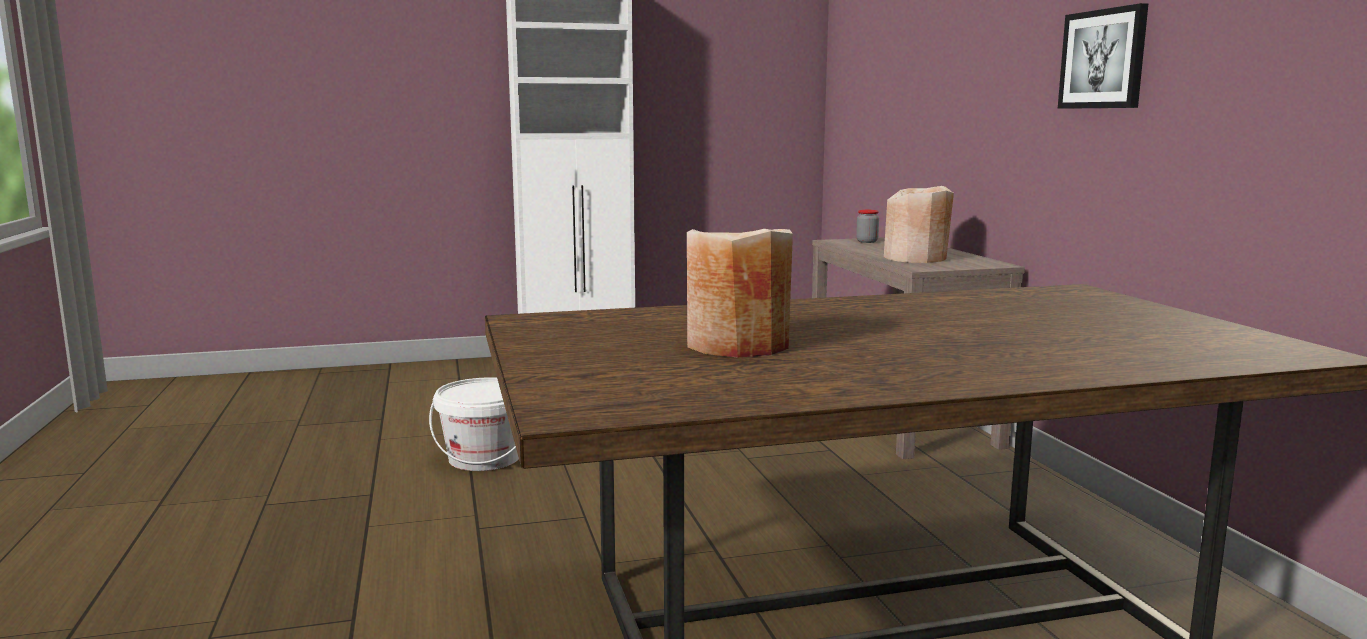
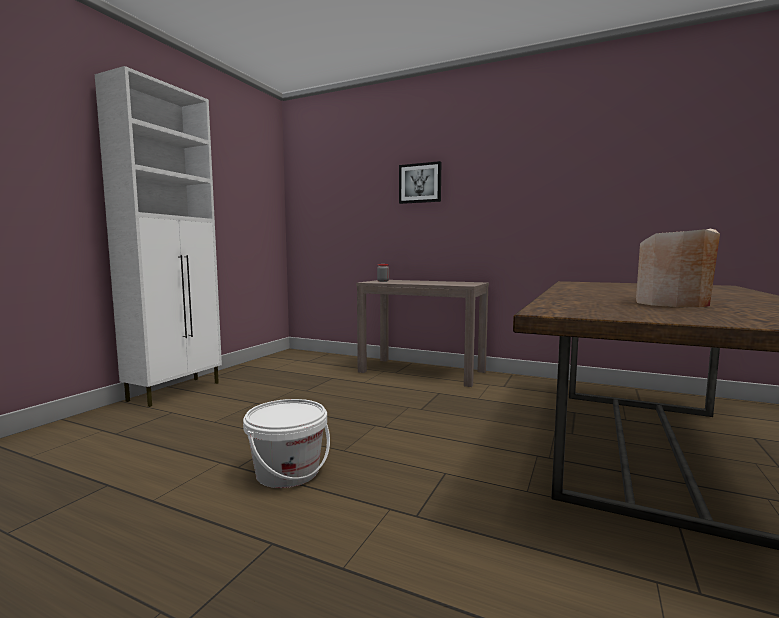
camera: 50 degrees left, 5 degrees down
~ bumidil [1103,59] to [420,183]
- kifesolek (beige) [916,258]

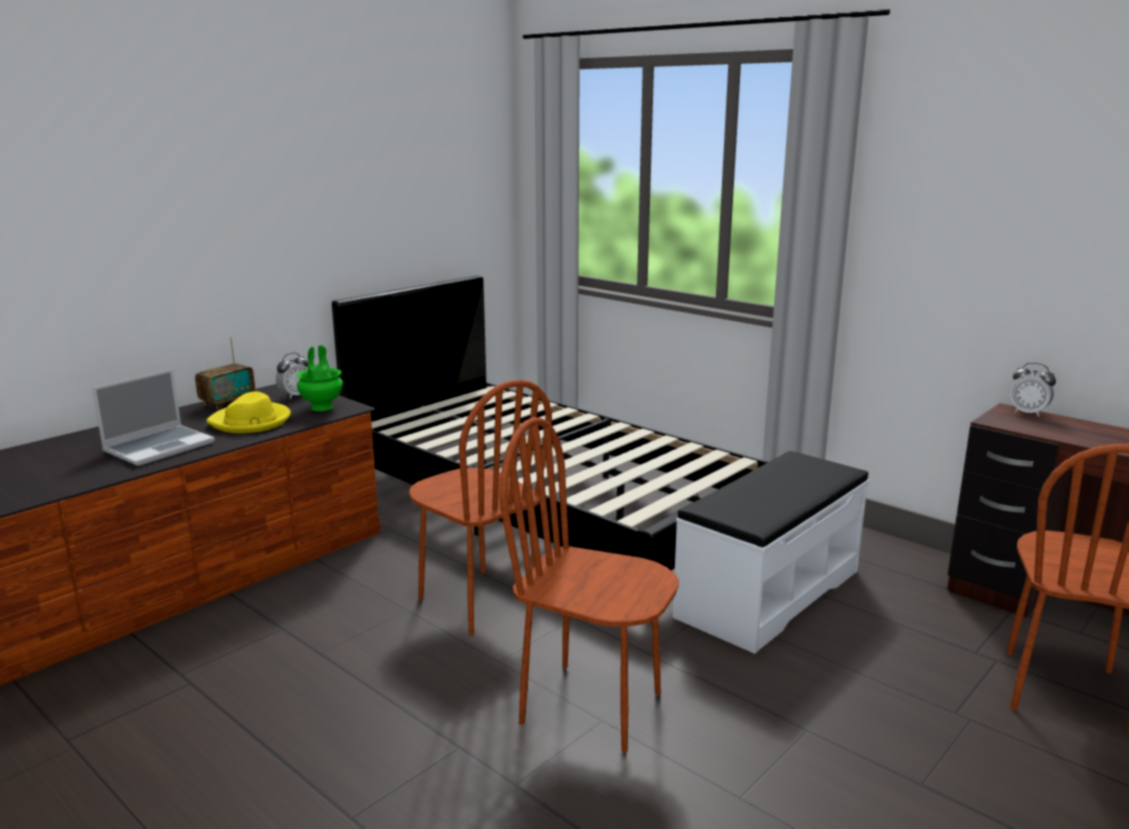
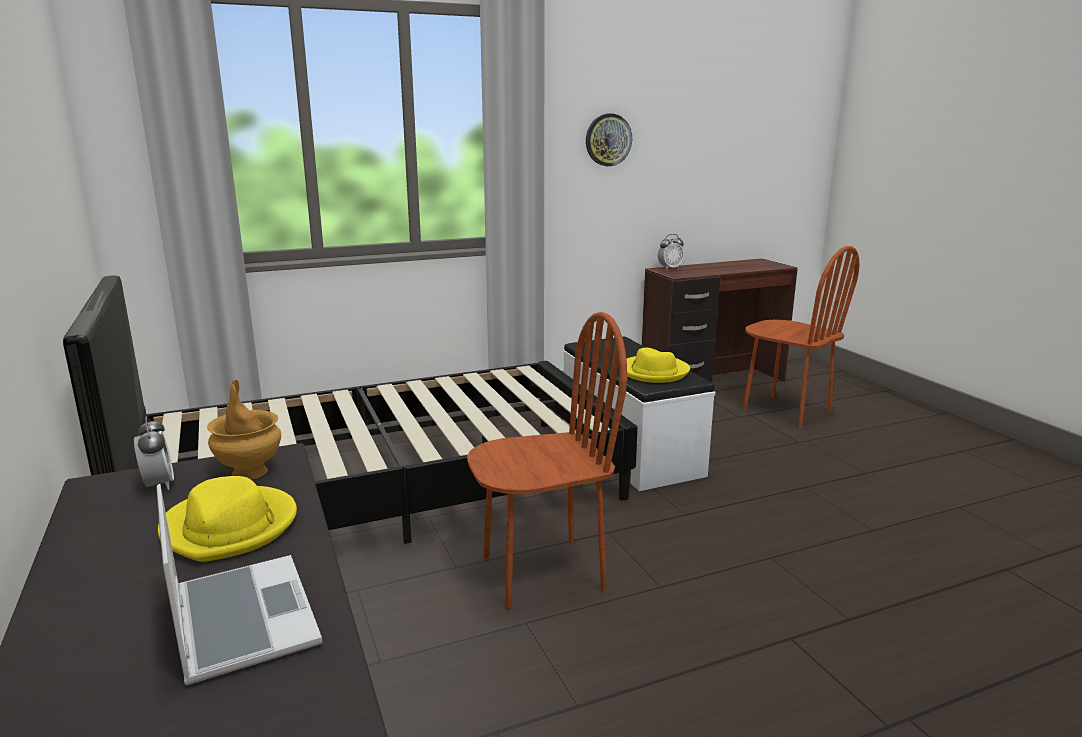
camera: 65 degrees left, 0 degrees up
~ kifesolek (green) [322,407] to kifesolek (brown) [249,472]
+ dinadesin [608,140]
+ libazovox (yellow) [653,372]
- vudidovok [227,402]
- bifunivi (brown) [591,706]

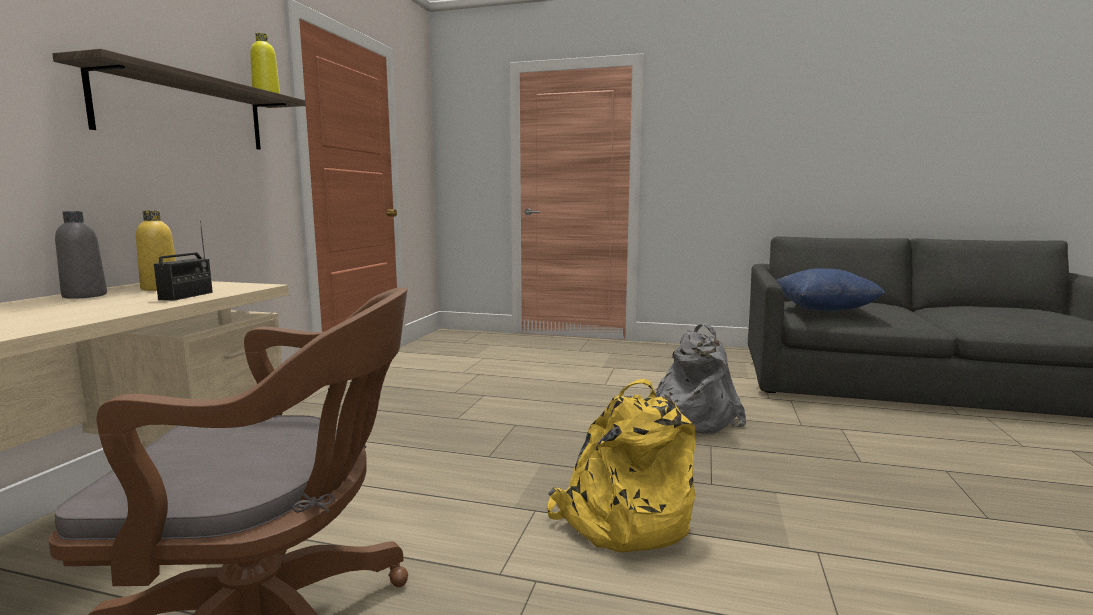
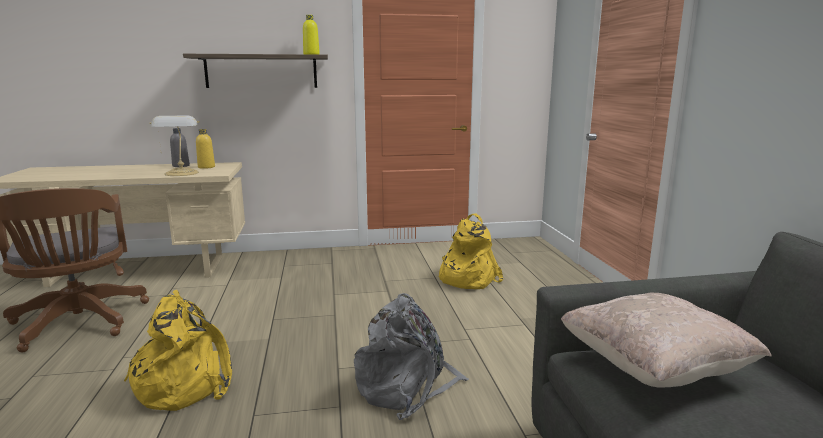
camera: 65 degrees right, 5 degrees up
~ vudidovok [186,296] to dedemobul [181,173]
+ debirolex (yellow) [466,278]
~ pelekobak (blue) [824,310] to pelekobak (beige) [652,369]

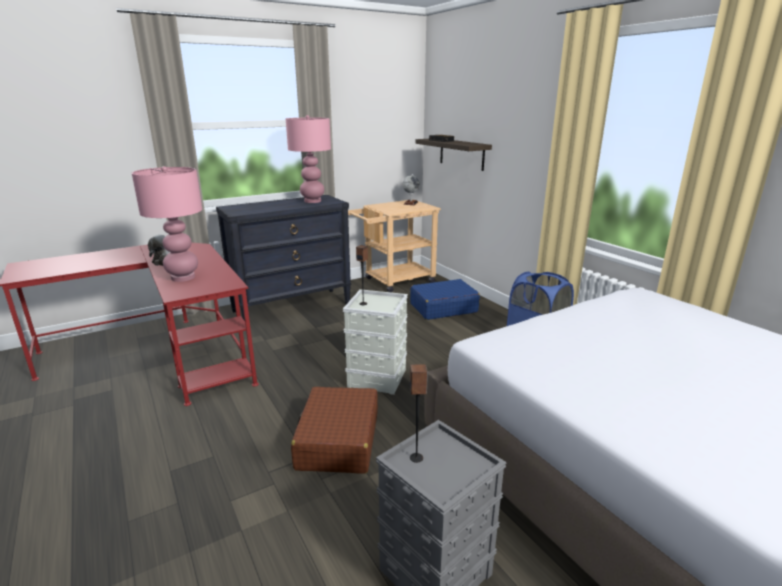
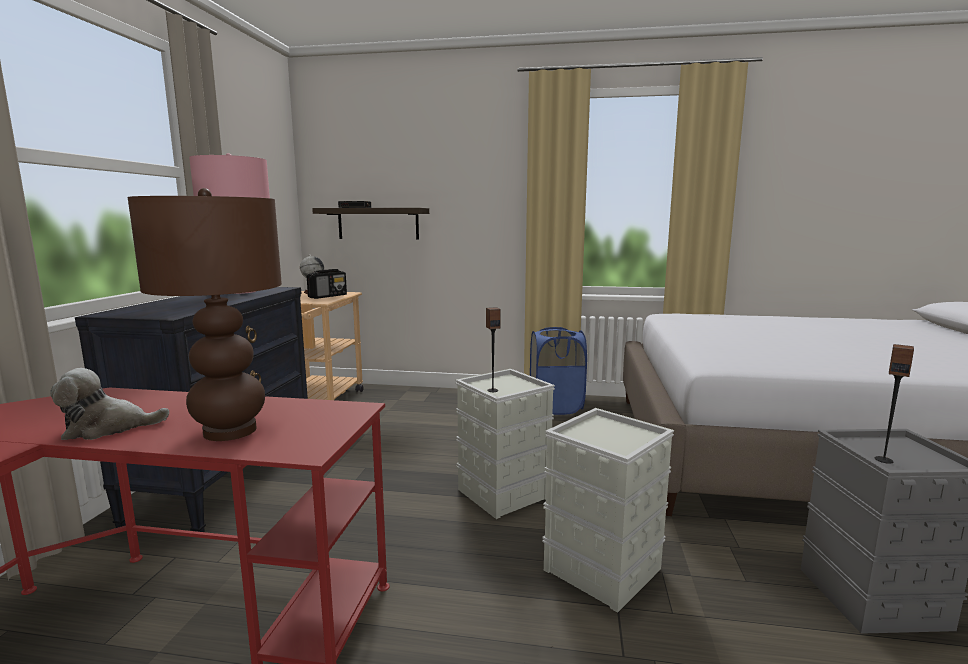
camera: 50 degrees left, 10 degrees down
~ dedemobul (pink) [182,278] to dedemobul (brown) [230,431]
+ vudidovok [328,296]
~ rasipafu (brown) [338,441] to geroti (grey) [604,569]
- rasipafu (blue) [443,308]

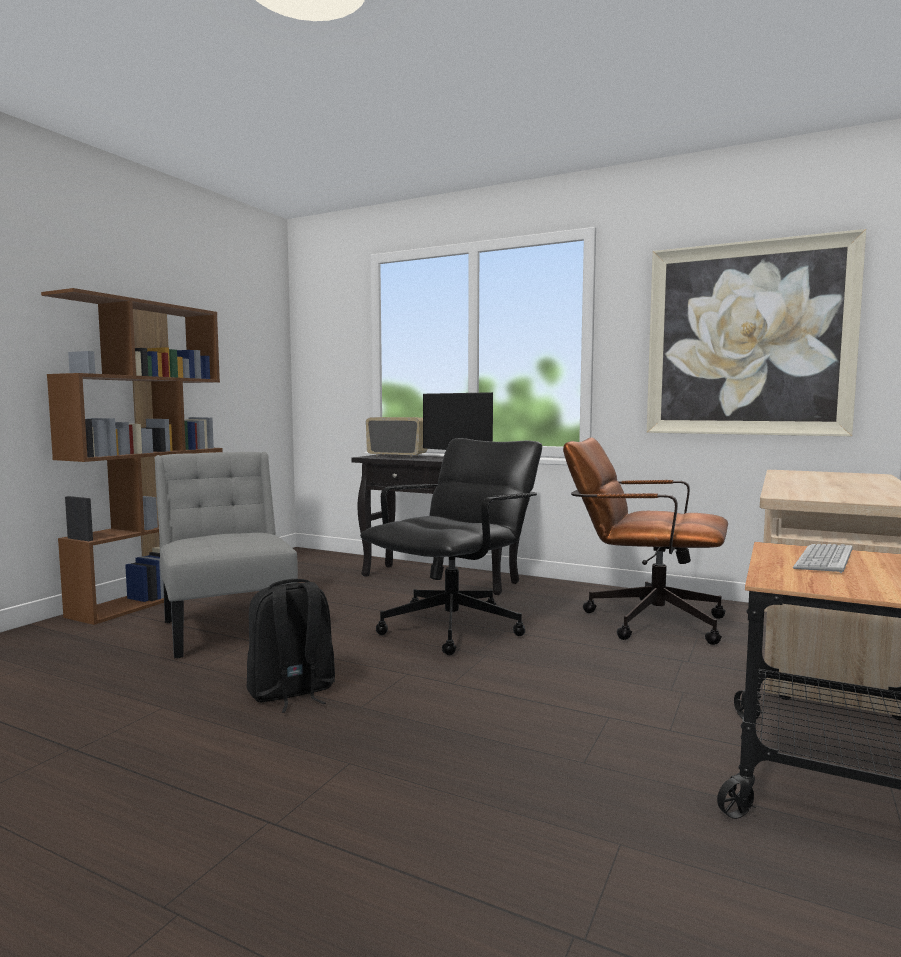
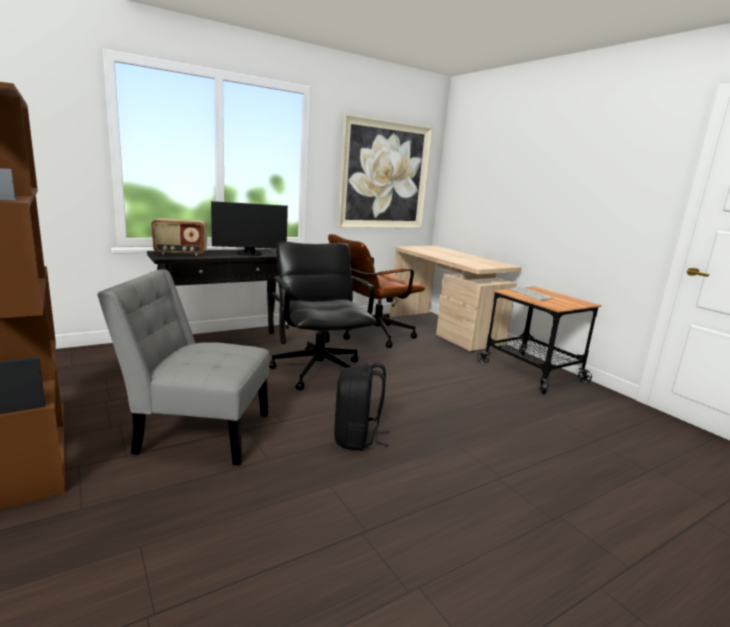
camera: 60 degrees left, 10 degrees up
~ vudidovok [397,456] = [180,253] 150 degrees counterclockwise

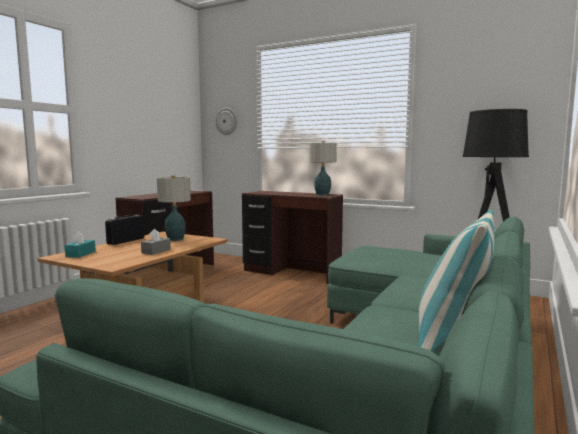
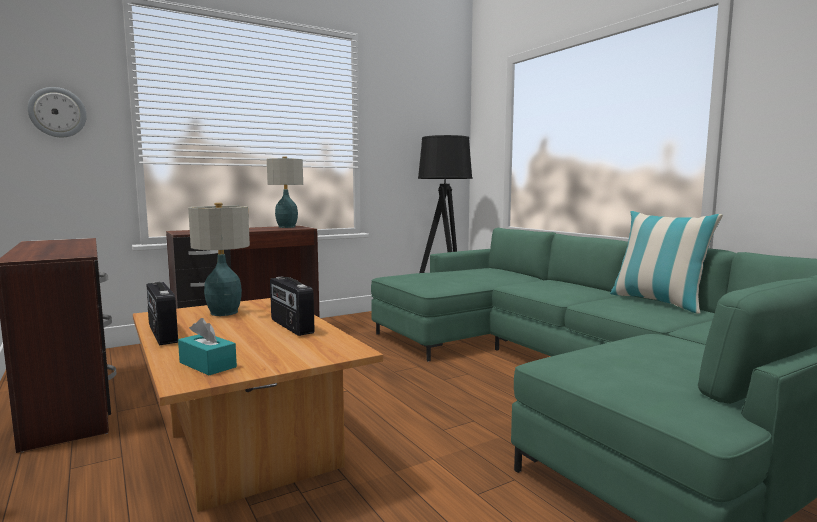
camera: 60 degrees left, 0 degrees up
~ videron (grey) [156,251] to vudidovok [290,326]

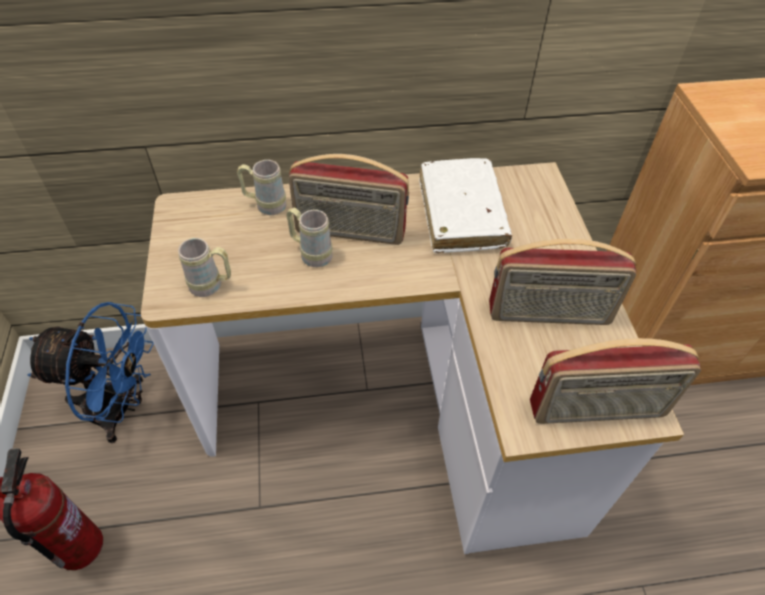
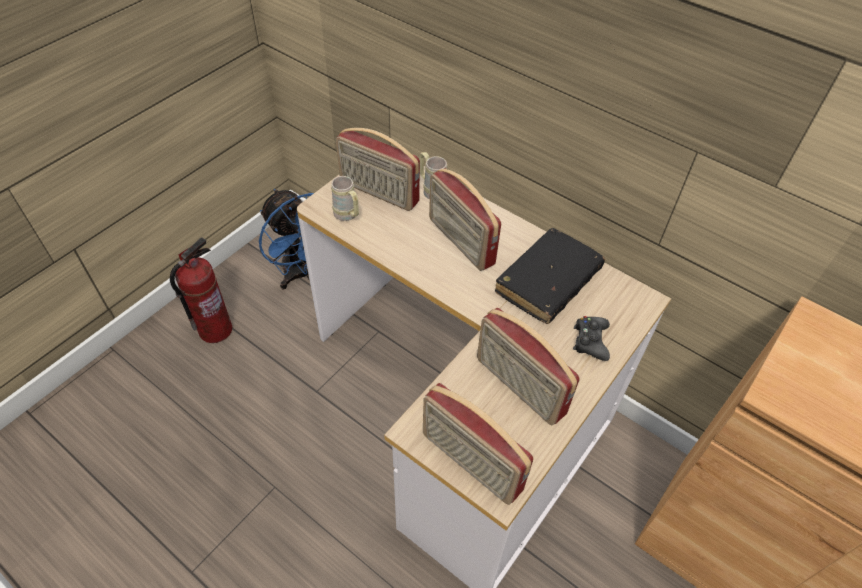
camera: 45 degrees right, 0 degrees up
+ vudidovok [378,193]
~ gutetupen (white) [461,214] to gutetupen (black) [548,282]
+ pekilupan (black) [590,341]
- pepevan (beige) [311,254]

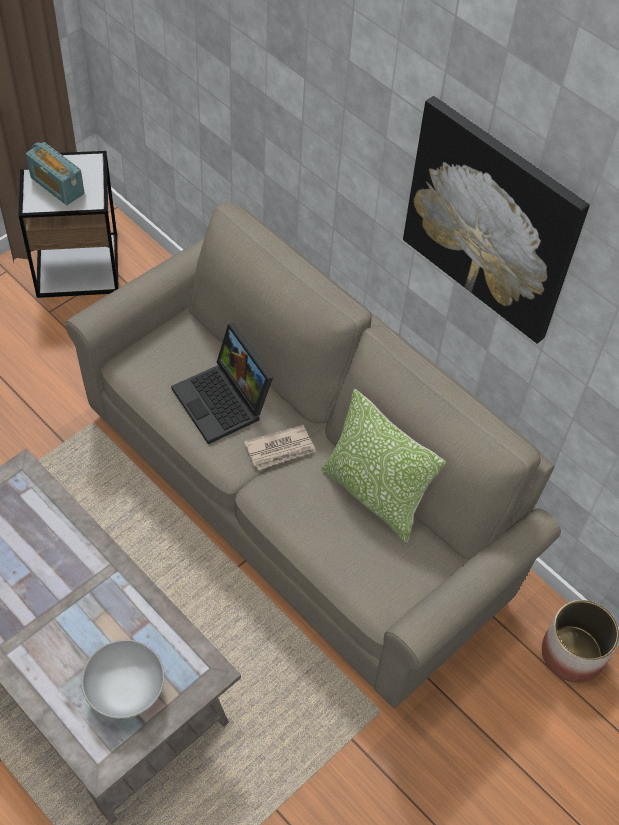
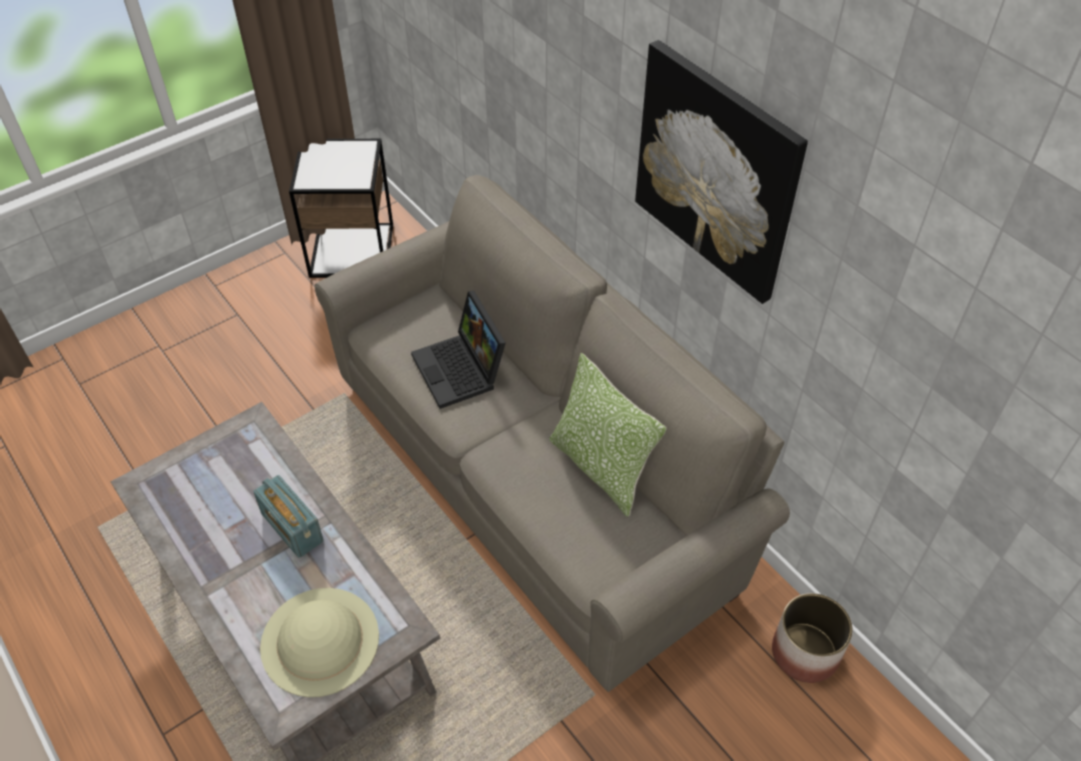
camera: 10 degrees right, 5 degrees down
~ vudidovok [57,186] to [292,527]
~ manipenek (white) [125,691] to libazovox (beige) [319,641]
- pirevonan [280,449]

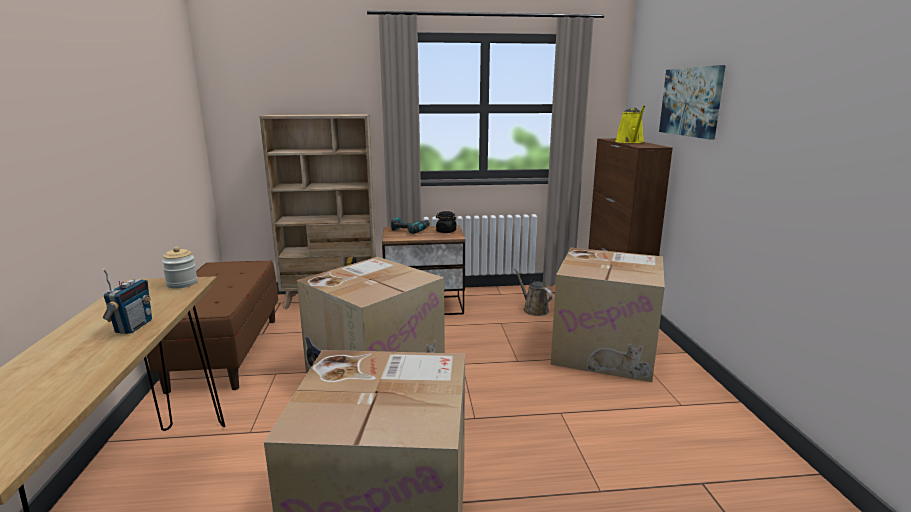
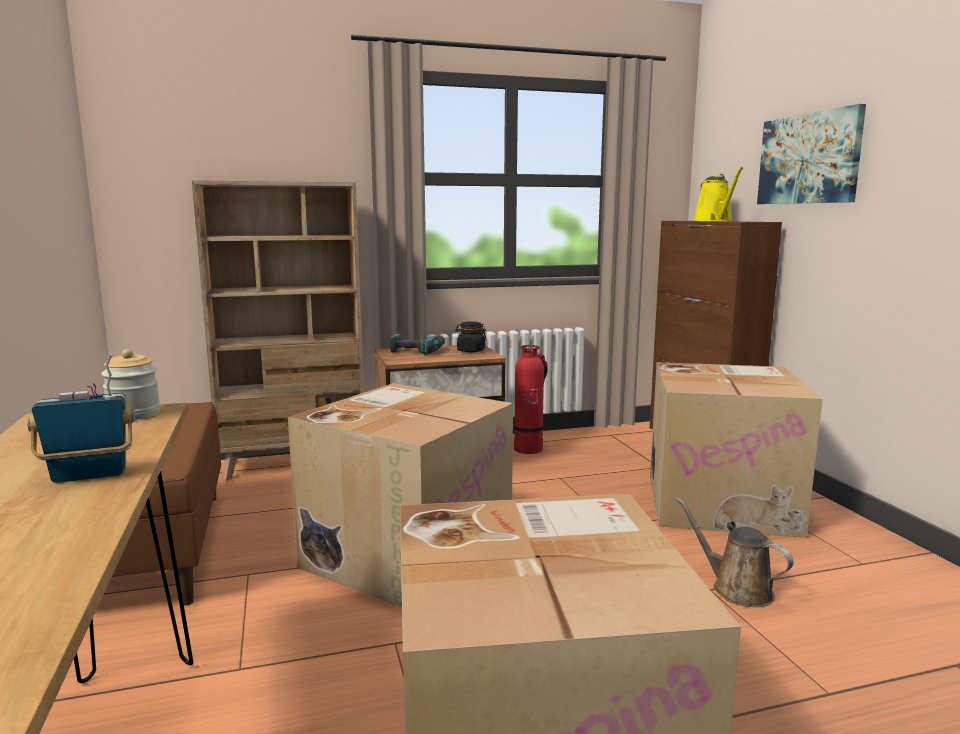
camera: 10 degrees left, 5 degrees down
~ vudidovok [133,327] = [90,475] 105 degrees counterclockwise
+ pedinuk [529,449]
~ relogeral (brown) [534,309] to [736,589]

